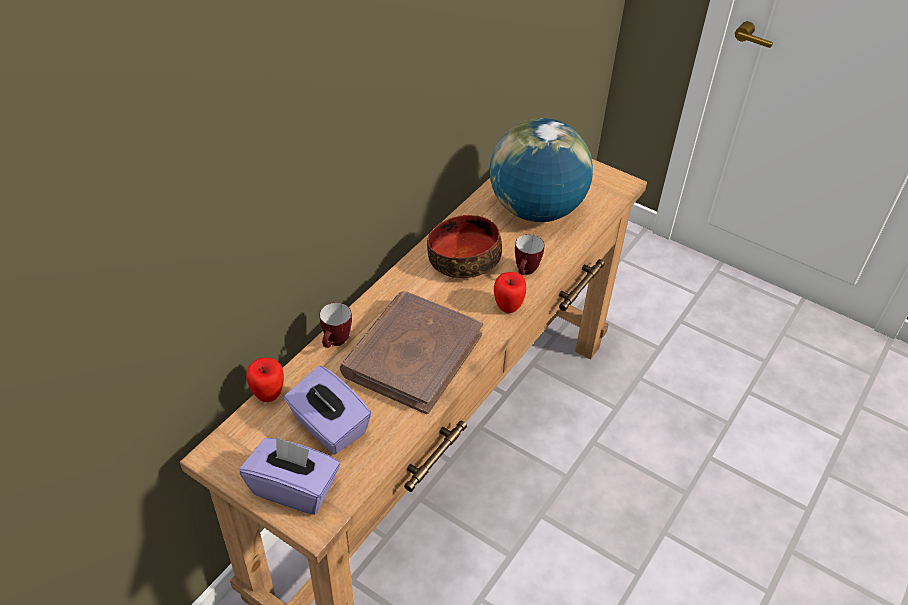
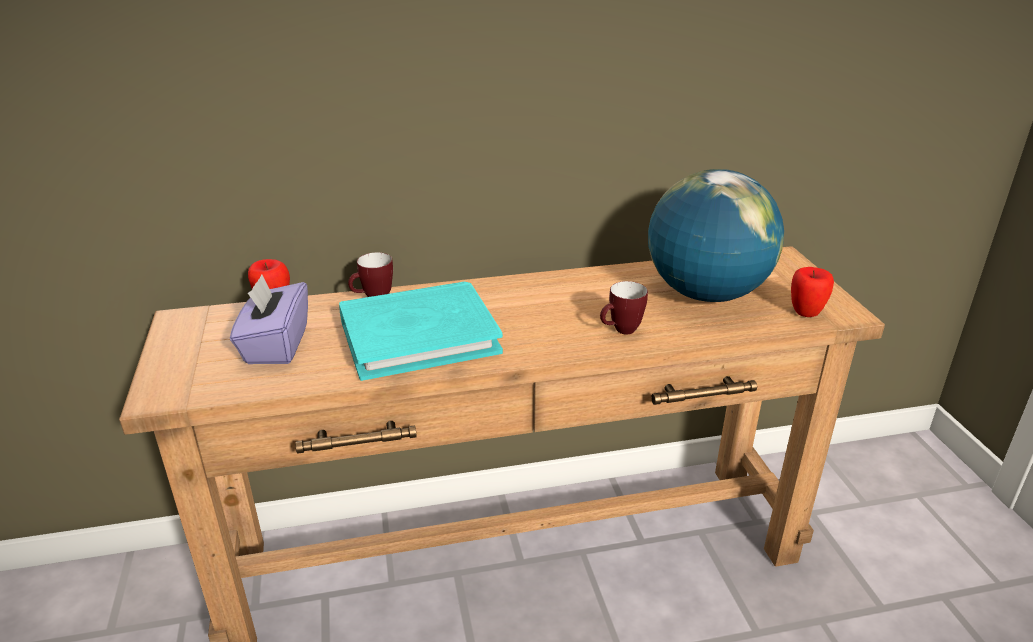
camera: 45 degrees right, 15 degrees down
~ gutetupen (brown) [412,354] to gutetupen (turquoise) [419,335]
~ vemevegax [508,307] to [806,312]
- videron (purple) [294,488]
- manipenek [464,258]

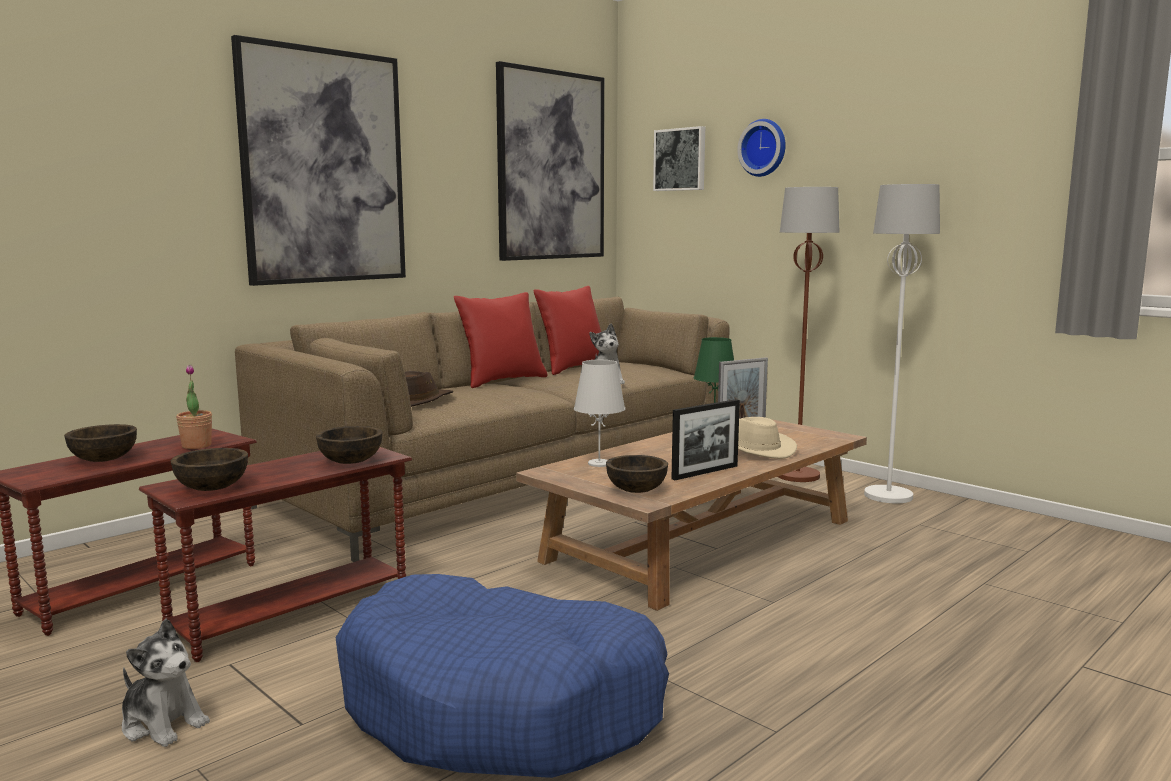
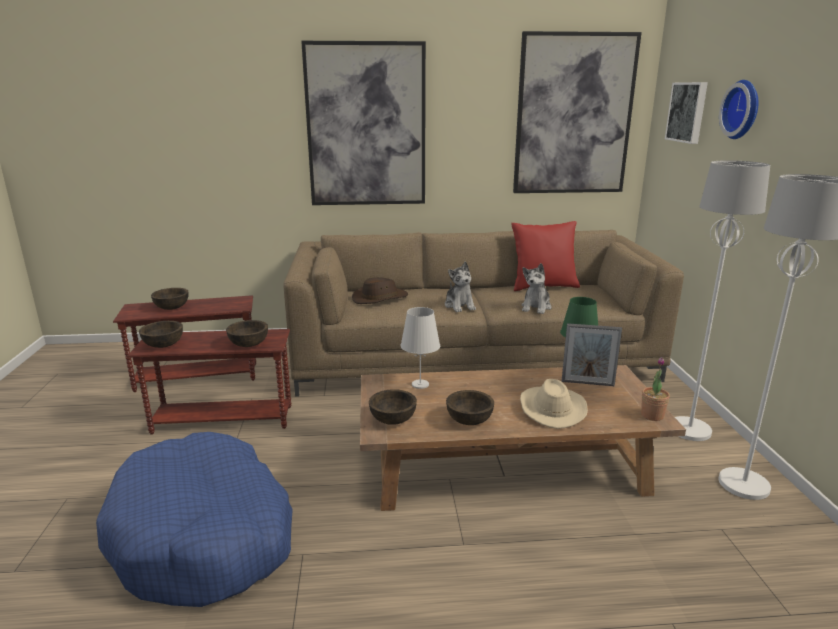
camera: 40 degrees right, 10 degrees up
~ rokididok [163,723] to [459,306]
~ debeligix [705,472] to manipenek (brown) [469,420]
~ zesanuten [196,446] to [652,415]
~ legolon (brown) [797,475] to legolon (white) [690,430]
- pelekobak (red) [502,381]

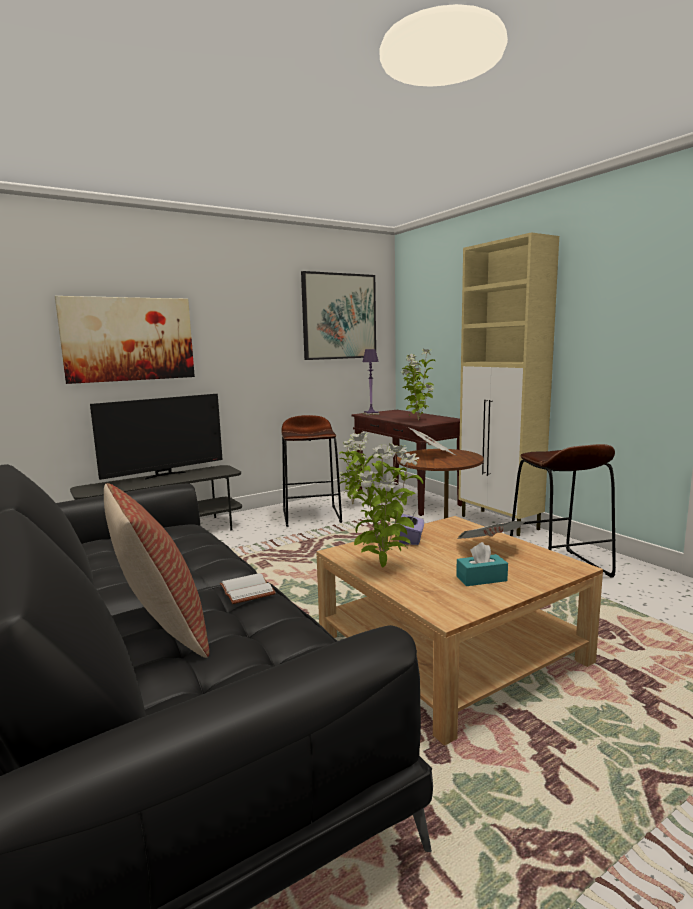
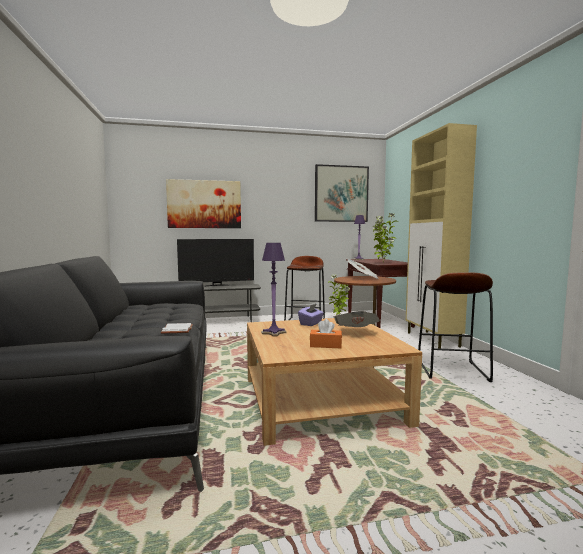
camera: 20 degrees right, 5 degrees down
~ zesanuten [383,567] to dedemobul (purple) [273,333]
~ videron (turquoise) [481,579] to videron (orange) [325,345]
- pelekobak [160,629]

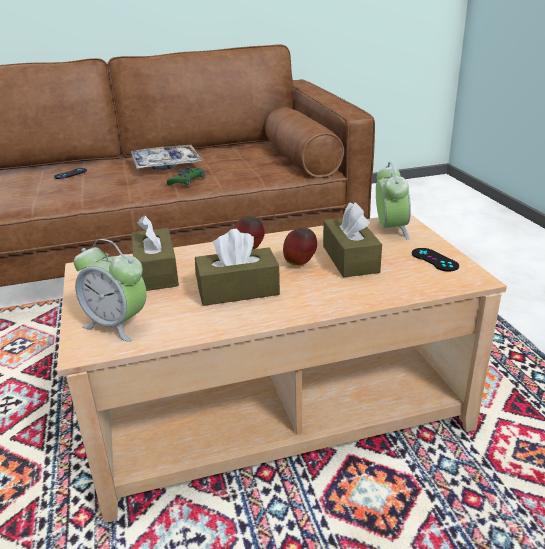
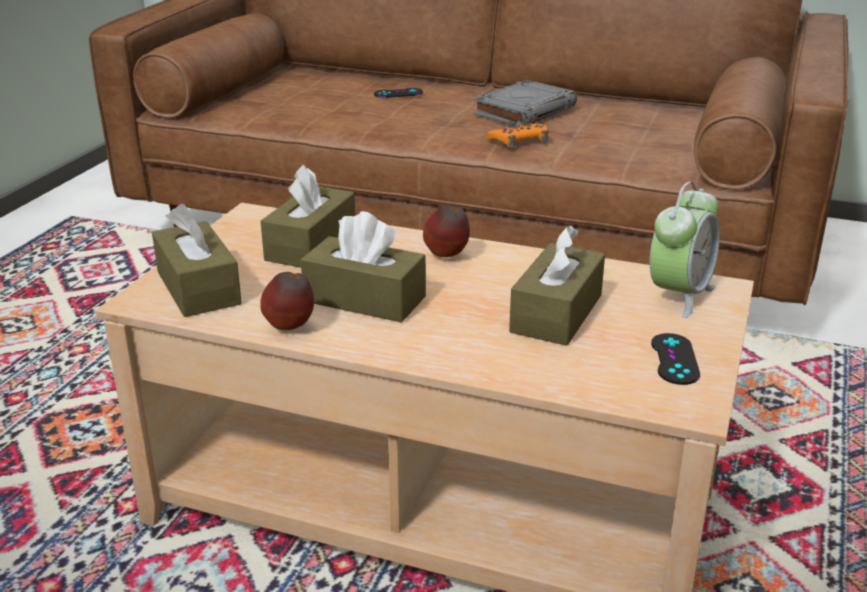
camera: 35 degrees right, 0 degrees up
~ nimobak [117,325] to videron (brown) [198,288]
~ vemevegax [300,264] to [290,328]
~ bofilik [166,165] to gutetupen (grey) [525,111]
~ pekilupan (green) [187,181] to pekilupan (orange) [519,141]

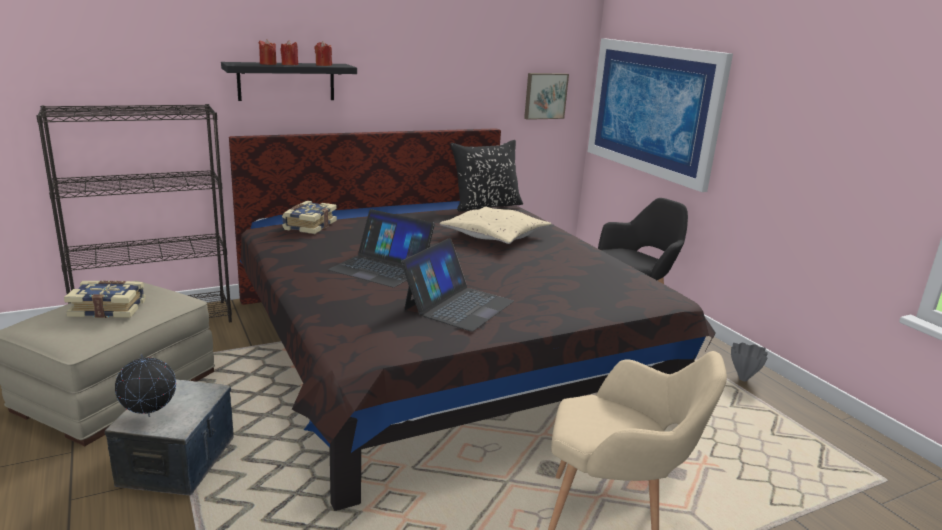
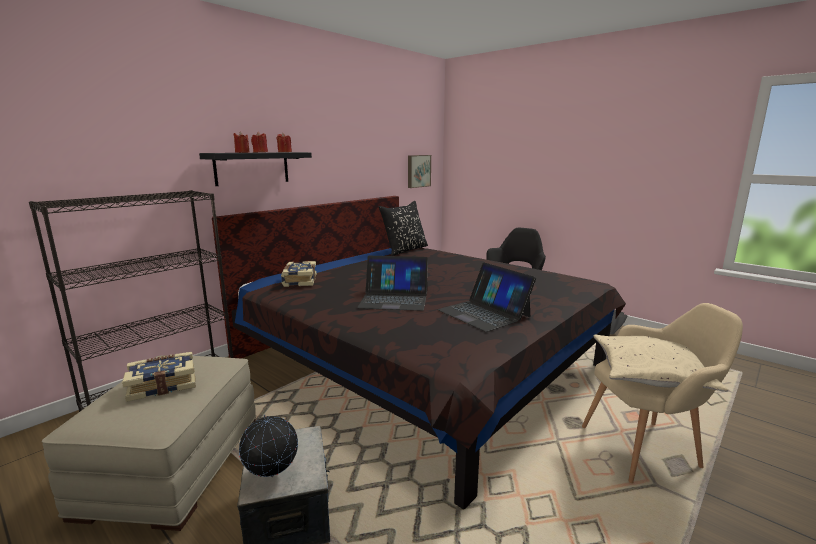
camera: 20 degrees left, 5 degrees down
~ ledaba [458,305] = [484,313] 135 degrees clockwise
~ pelekobak (beige) [495,236] to [650,373]
- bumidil [653,109]

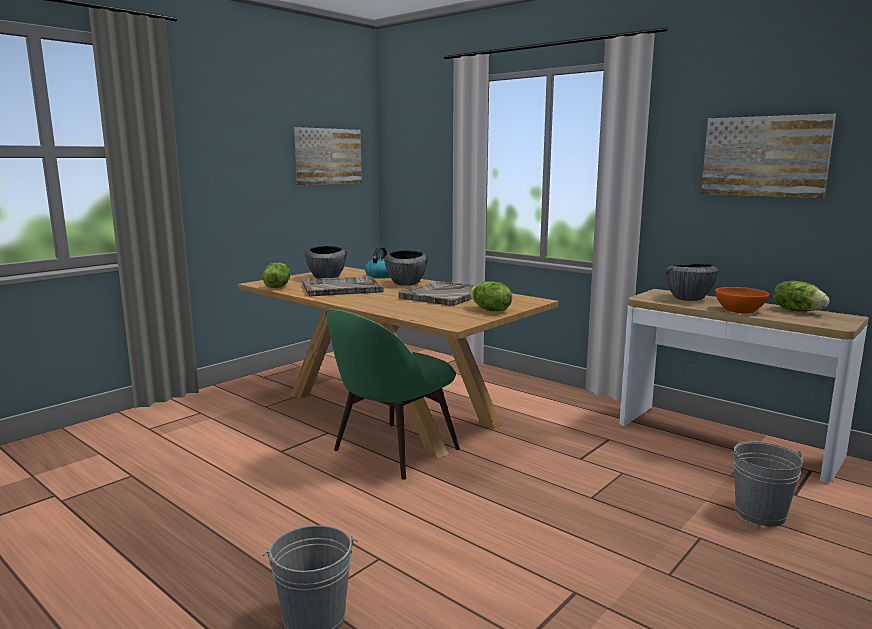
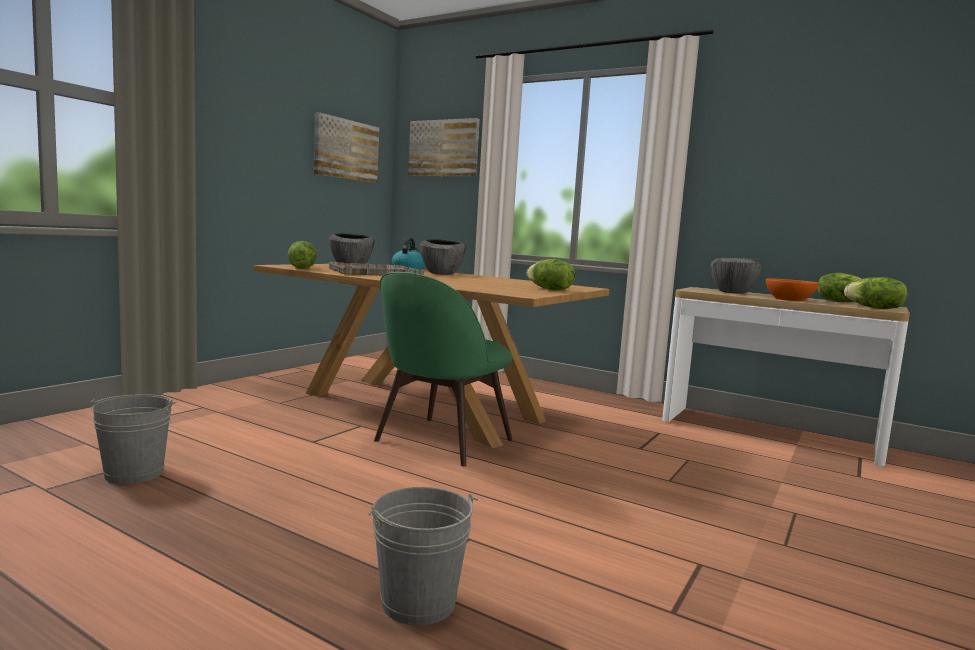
camera: 10 degrees left, 5 degrees down
~ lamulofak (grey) [760,513] to [134,473]
~ bumidil [765,156] to [444,148]
+ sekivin [875,308]
- bofilik (grey) [445,295]

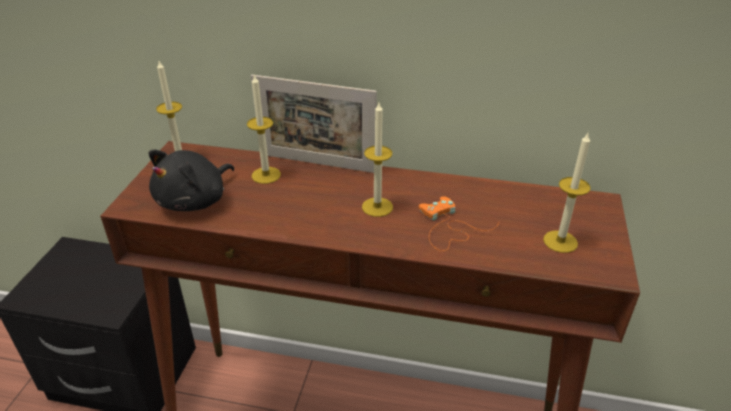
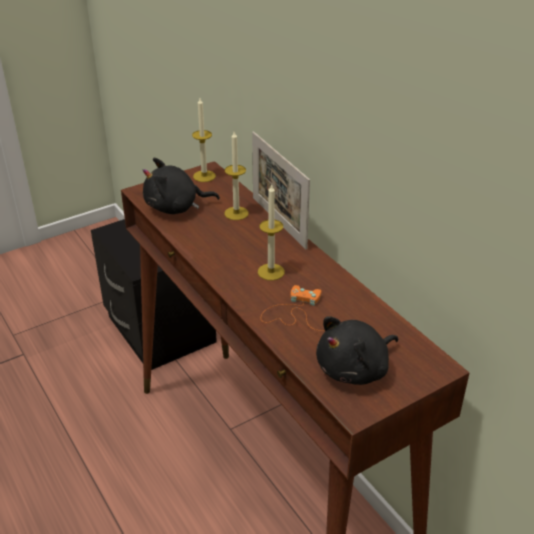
camera: 45 degrees right, 0 degrees up
~ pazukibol [560,241] to rokididok (black) [355,369]

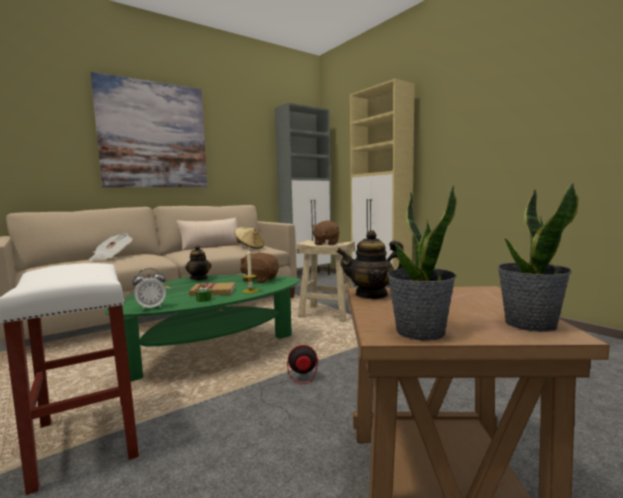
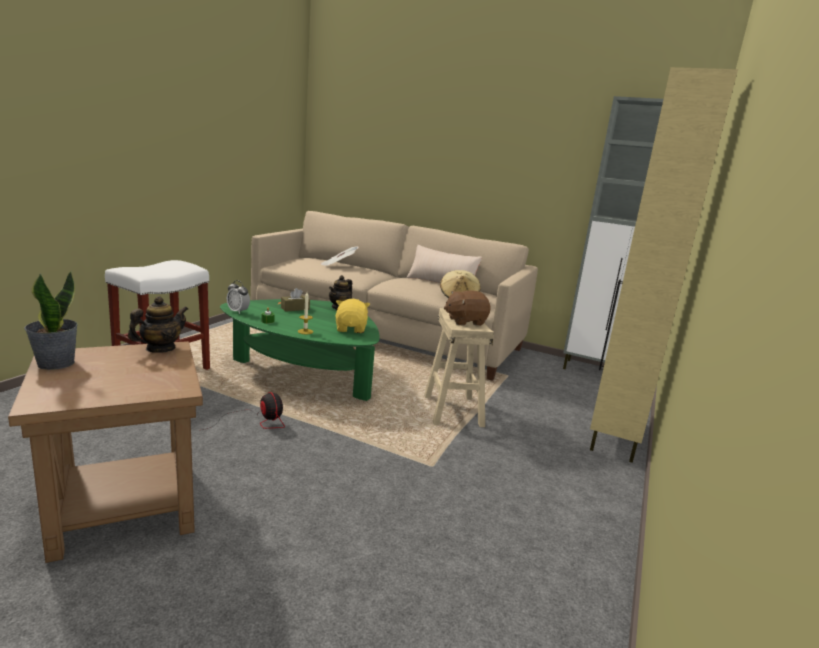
camera: 60 degrees right, 10 degrees up
~ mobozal [372,295] = [160,349] 75 degrees clockwise
+ videron (brown) [295,308]
~ rokididok (brown) [259,280] to rokididok (yellow) [351,329]
- bumidil [154,135]
- gutetupen [213,291]
- zesanuten [529,324]

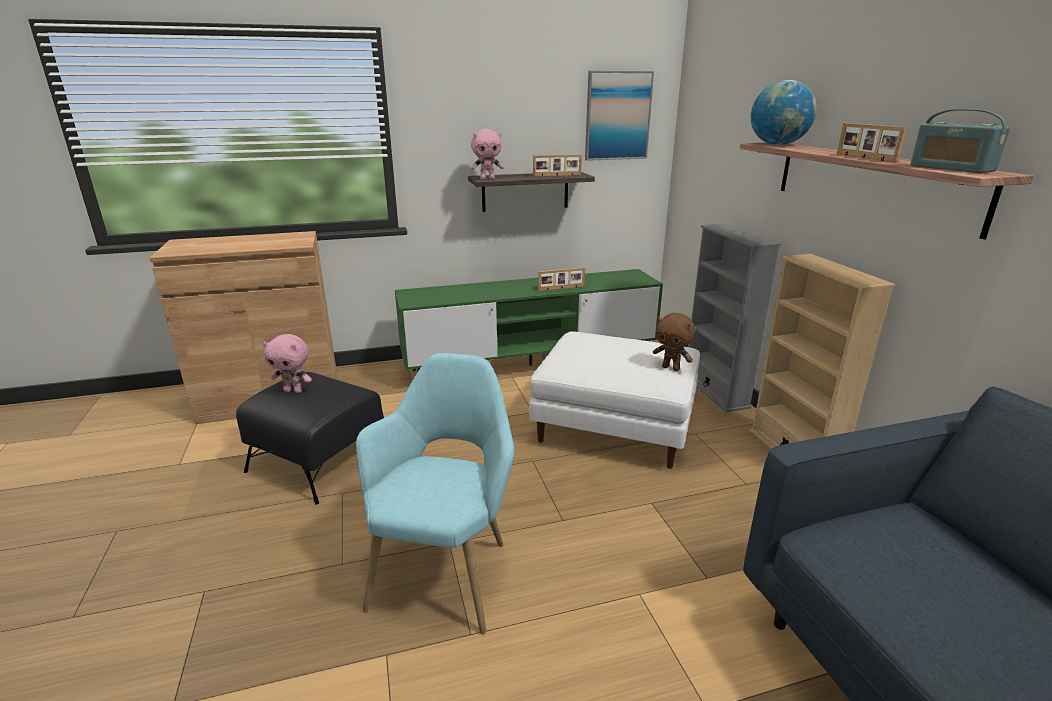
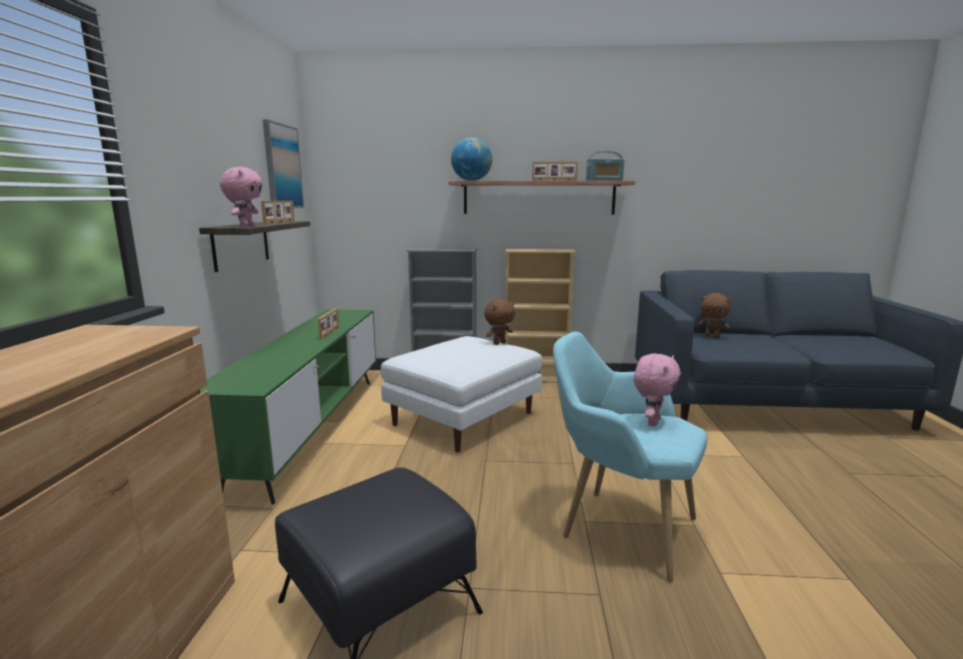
camera: 70 degrees left, 10 degrees down
~ rokididok (pink) [294,391] to [652,422]
+ rokididok (brown) [712,336]

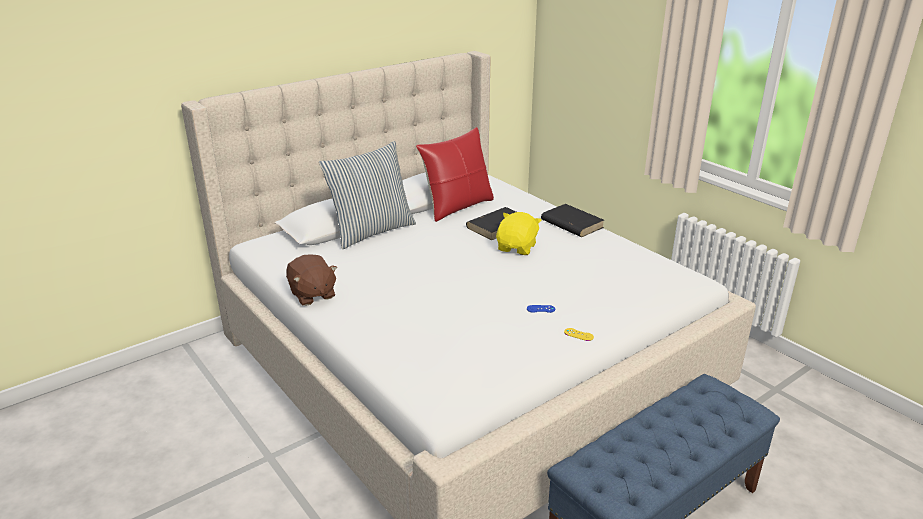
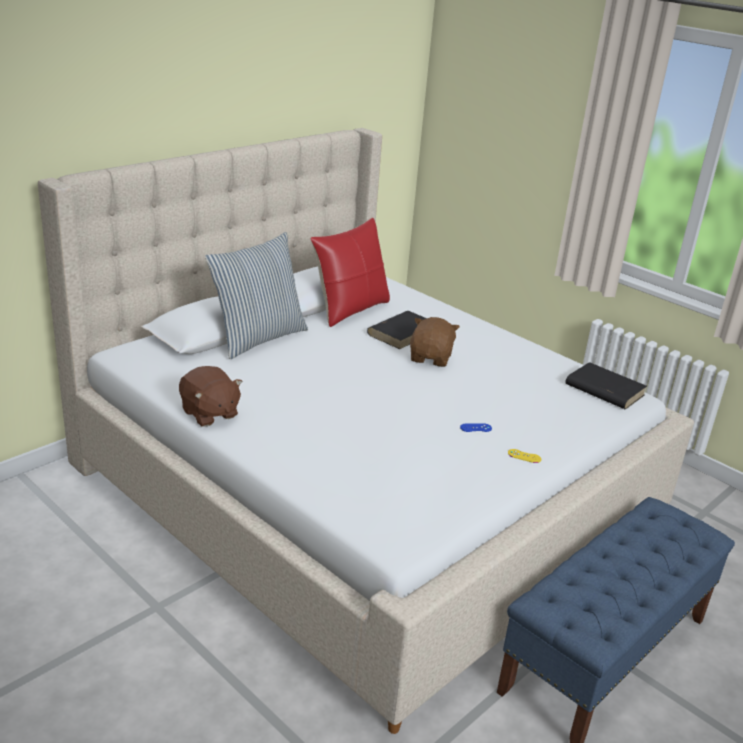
camera: 10 degrees left, 0 degrees up
~ rokididok (yellow) [517,248] to rokididok (brown) [431,358]
~ gutetupen (black) [571,223] to [604,389]

